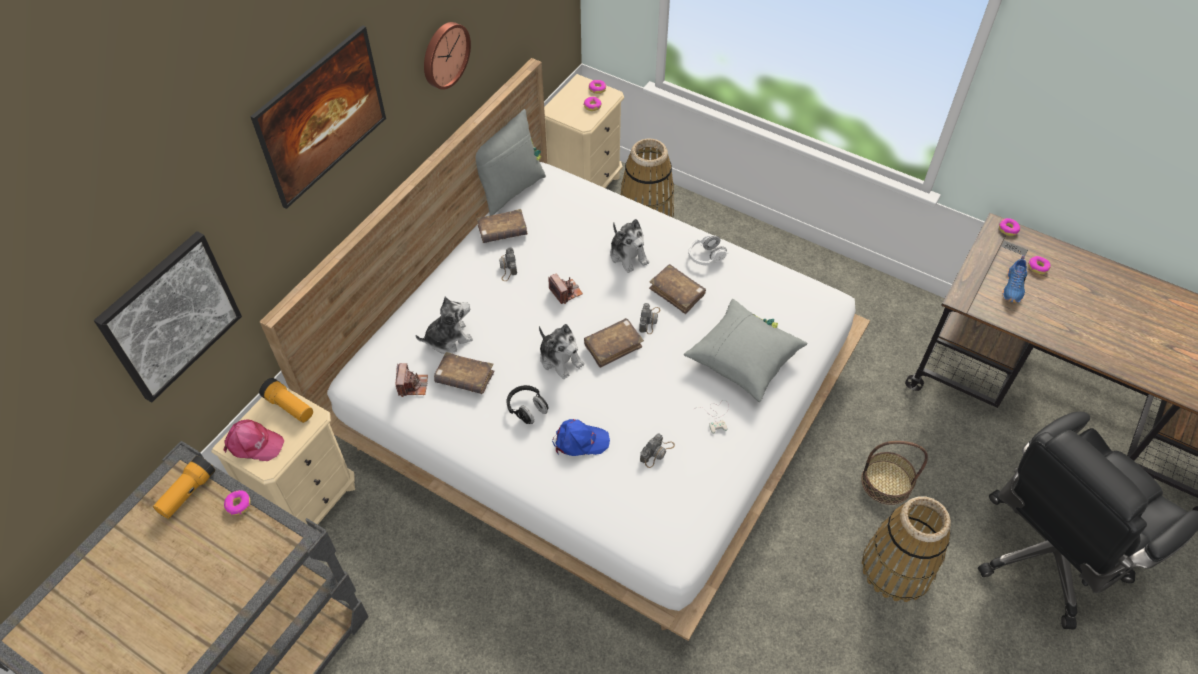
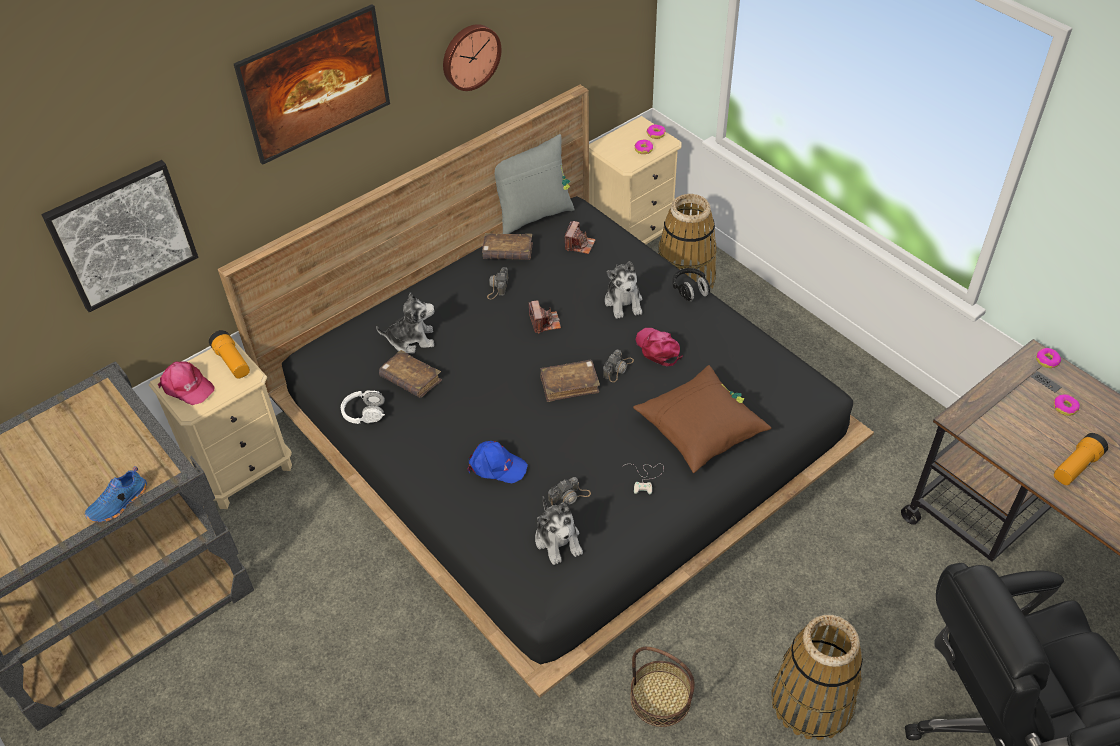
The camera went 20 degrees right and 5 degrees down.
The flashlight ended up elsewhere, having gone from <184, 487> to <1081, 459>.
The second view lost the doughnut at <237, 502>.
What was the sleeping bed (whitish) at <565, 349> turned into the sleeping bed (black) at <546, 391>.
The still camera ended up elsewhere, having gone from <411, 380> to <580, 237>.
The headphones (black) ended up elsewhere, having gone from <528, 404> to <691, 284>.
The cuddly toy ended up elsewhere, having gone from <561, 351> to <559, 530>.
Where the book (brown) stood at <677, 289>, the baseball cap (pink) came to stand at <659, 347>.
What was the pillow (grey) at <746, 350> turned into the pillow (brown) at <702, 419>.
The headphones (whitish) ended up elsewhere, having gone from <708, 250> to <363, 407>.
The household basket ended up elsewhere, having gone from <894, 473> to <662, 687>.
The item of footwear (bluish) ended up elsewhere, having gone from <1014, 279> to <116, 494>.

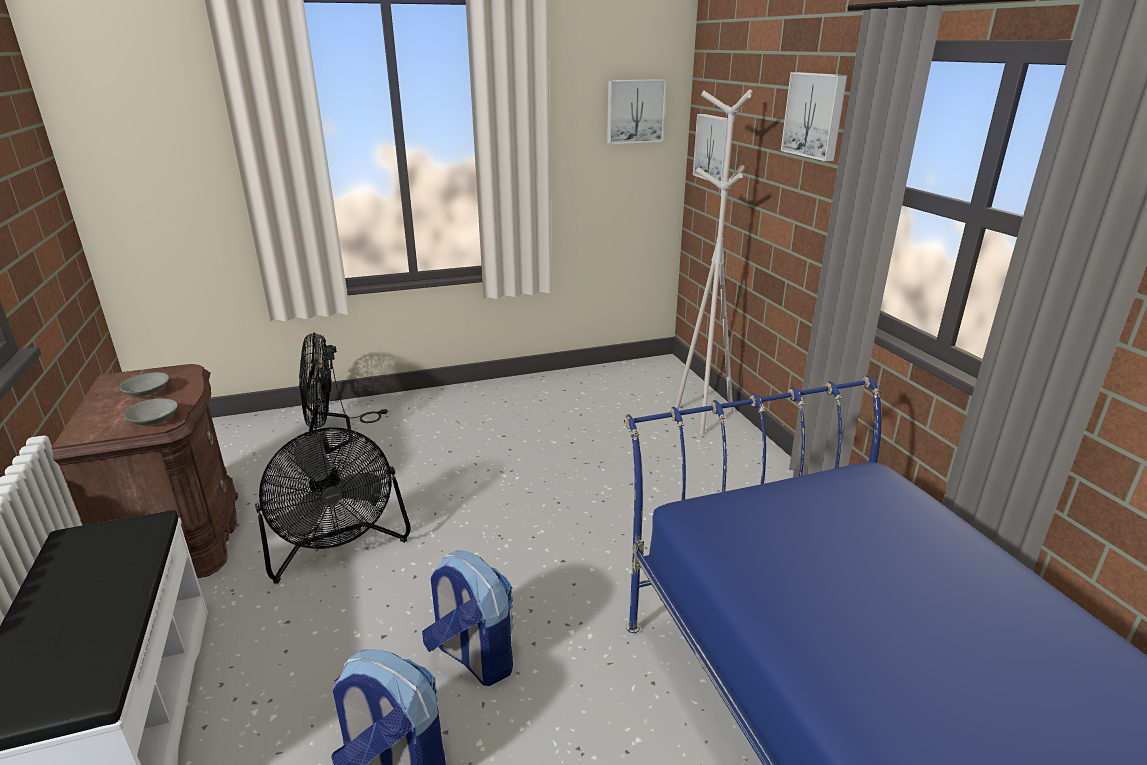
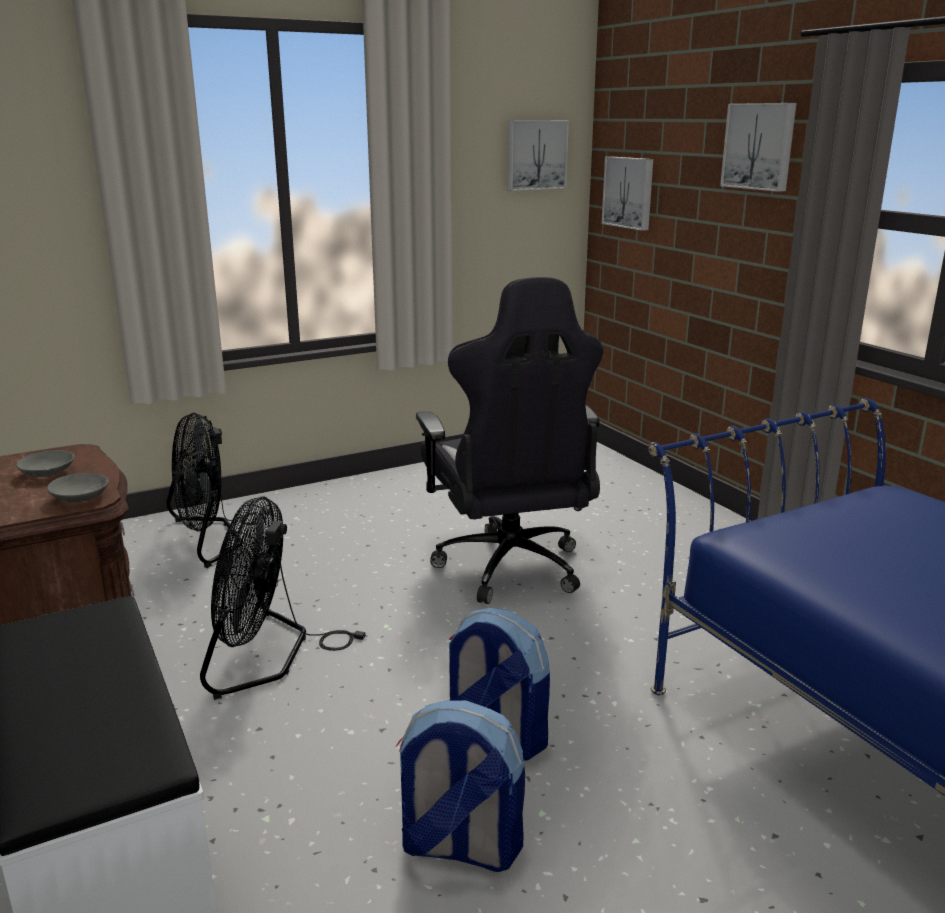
The camera went 10 degrees left and 5 degrees down.
The fan (black) at <333, 505> ended up facing another way, 135 degrees clockwise from before.
The second view lost the garment rack (grey) at <714, 262>.
The second view gained the office chair (black) at <509, 440>.

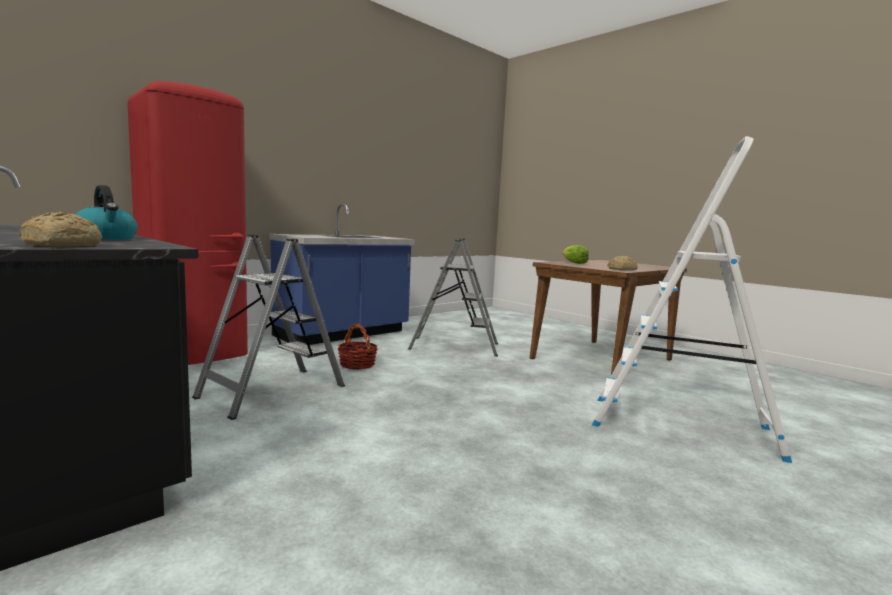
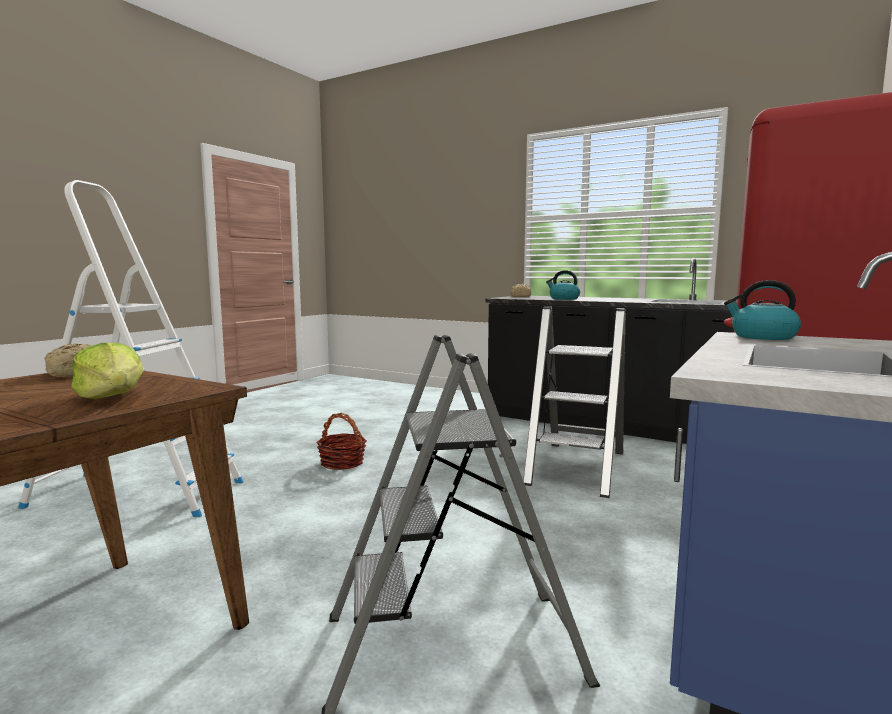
The camera went 165 degrees right and 0 degrees up.
The household basket ended up elsewhere, having gone from <358, 347> to <341, 441>.
The second view gained the tea kettle at <762, 310>.

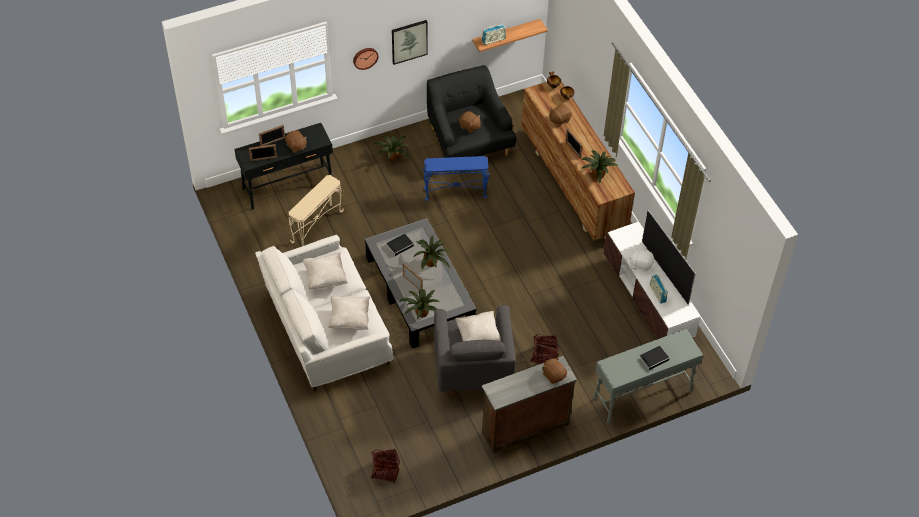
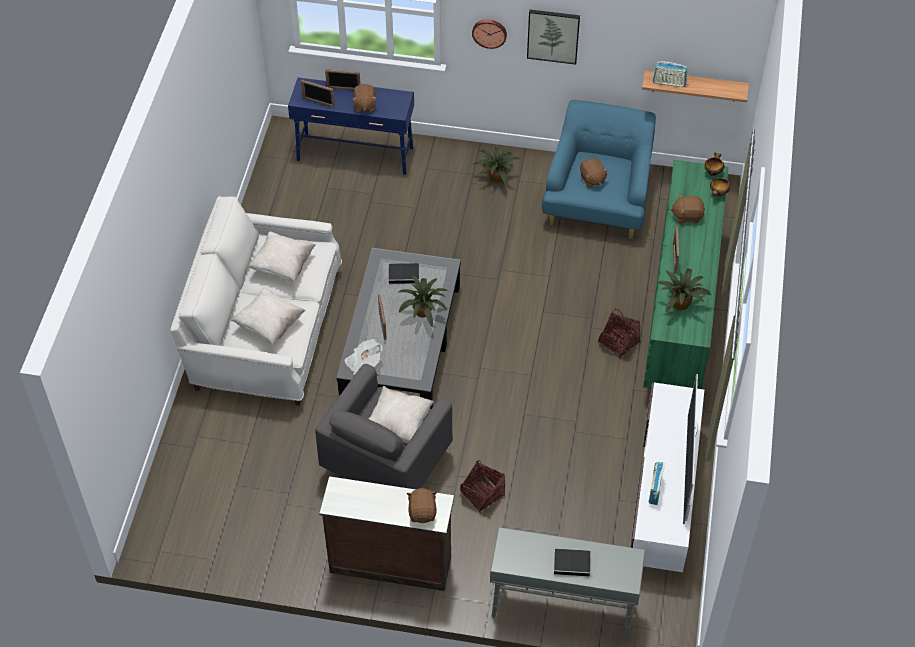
The camera went 35 degrees right and 0 degrees up.
What was the console table (black) at <283, 166> turned into the console table (bluish) at <351, 126>.
The second view lost the accent table (beige) at <316, 210>.
The household basket ended up elsewhere, having gone from <385, 466> to <619, 334>.
Where the houseplant stood at <419, 304>, the printed paper came to stand at <363, 357>.
The second view lost the accent table (bluish) at <456, 178>.
What was the armchair (black) at <471, 111> turned into the armchair (bluish) at <599, 169>.
What was the storage cabinet (brown) at <578, 161> turned into the storage cabinet (green-coloured) at <686, 274>.
The second view lost the cuddly toy (whitish) at <641, 260>.

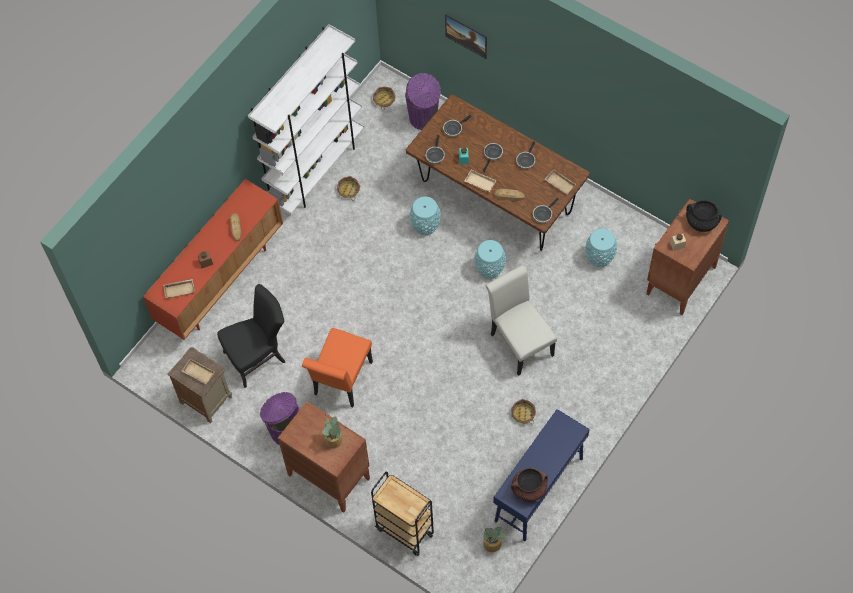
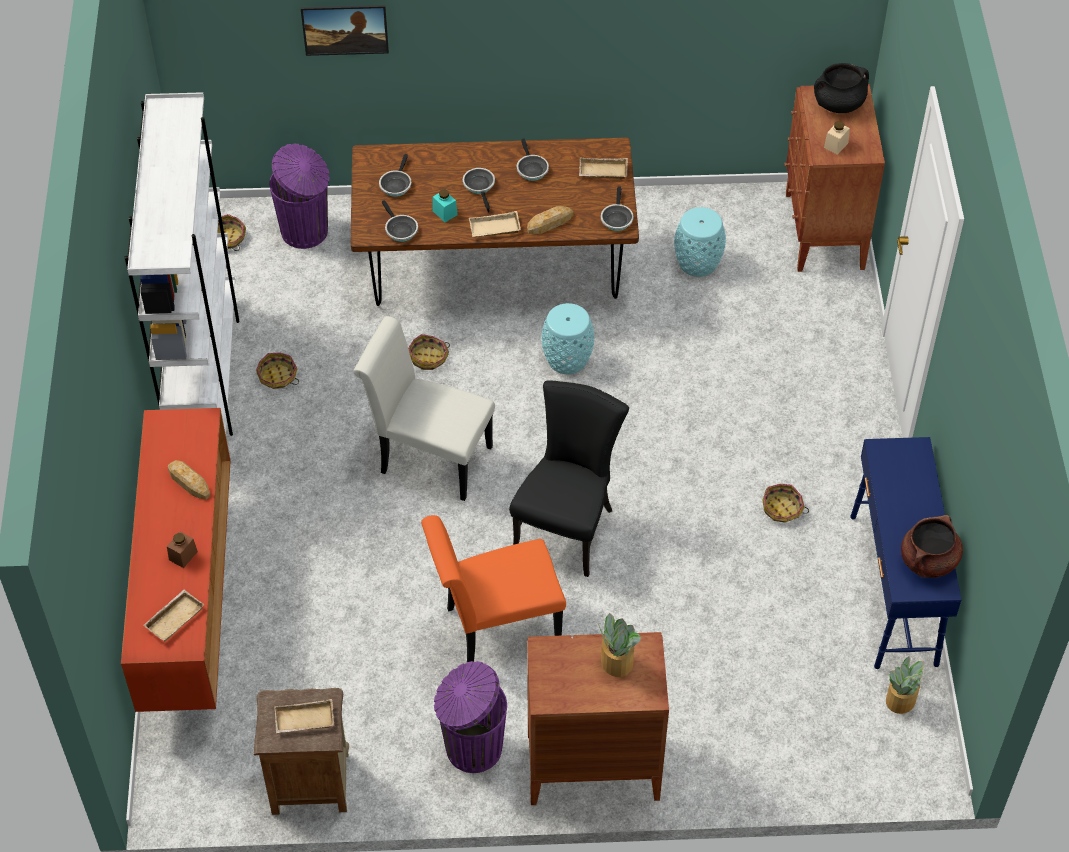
The camera went 40 degrees left and 10 degrees down.
The upright chair (black) ended up elsewhere, having gone from <251, 336> to <569, 478>.
The upright chair (orangey) at <337, 367> ended up facing another way, 90 degrees clockwise from before.
The second view lost the trolley (brown) at <402, 513>.
Where the stool (blue-green) stood at <425, 215>, the household basket came to stand at <429, 352>.
The upright chair (whitish) ended up elsewhere, having gone from <521, 320> to <424, 408>.

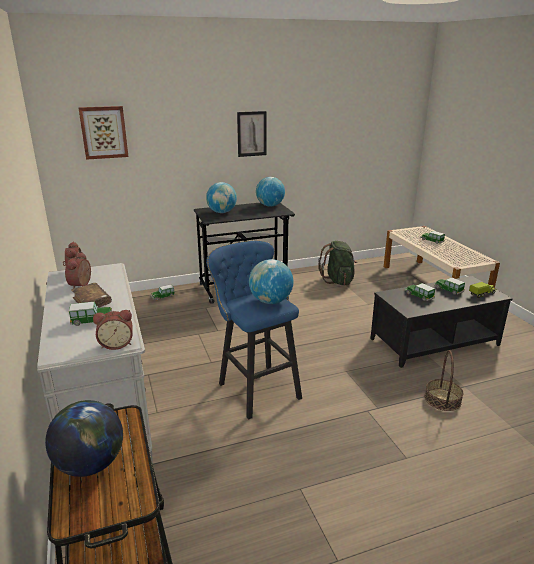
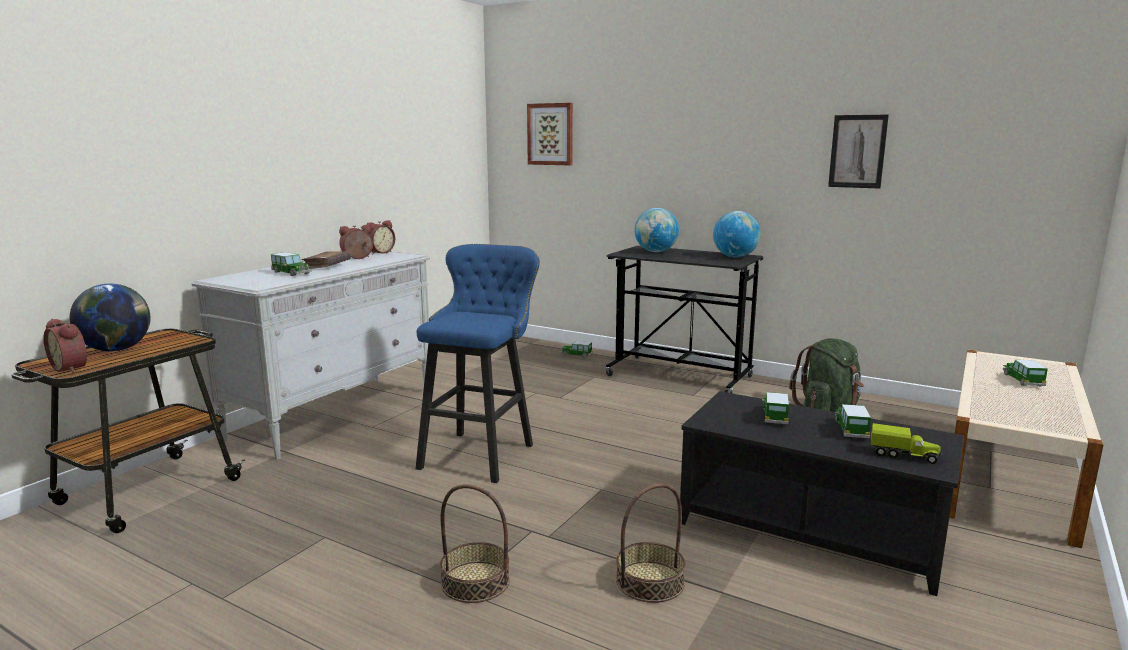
The camera went 50 degrees right and 10 degrees down.
The alarm clock ended up elsewhere, having gone from <113, 330> to <65, 346>.
The wall picture ended up elsewhere, having gone from <252, 134> to <858, 152>.
The second view lost the desk globe at <271, 281>.
The second view gained the household basket at <475, 543>.

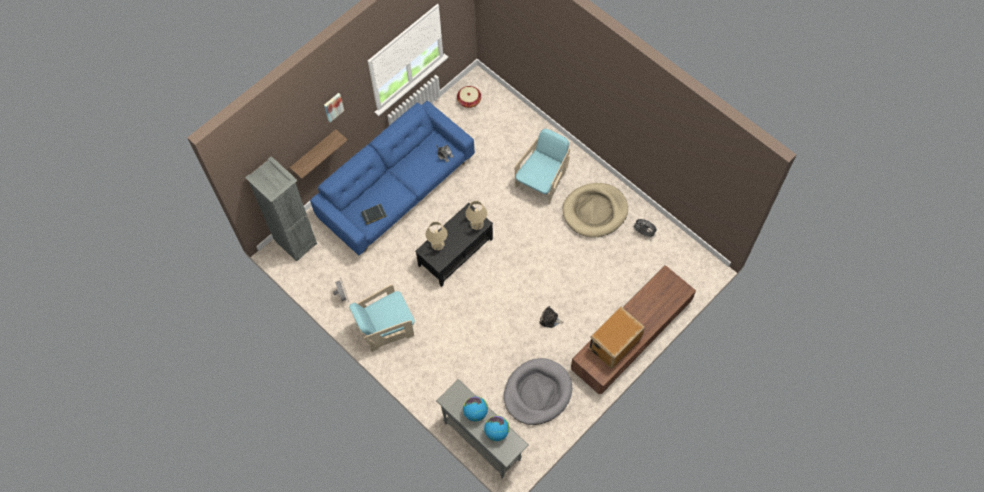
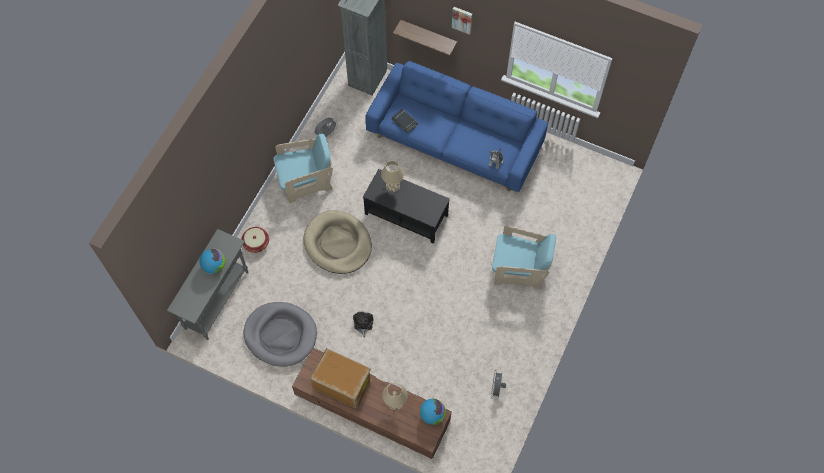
The camera went 70 degrees right and 0 degrees up.
The armchair (blue-green) at <382, 318> ended up facing another way, 120 degrees clockwise from before.
The household basket ended up elsewhere, having gone from <469, 97> to <255, 240>.
The tabletop lamp (beige) ended up elsewhere, having gone from <476, 215> to <395, 396>.
The desk globe ended up elsewhere, having gone from <497, 428> to <433, 411>.
The dog bed (beige) ended up elsewhere, having gone from <595, 210> to <337, 242>.

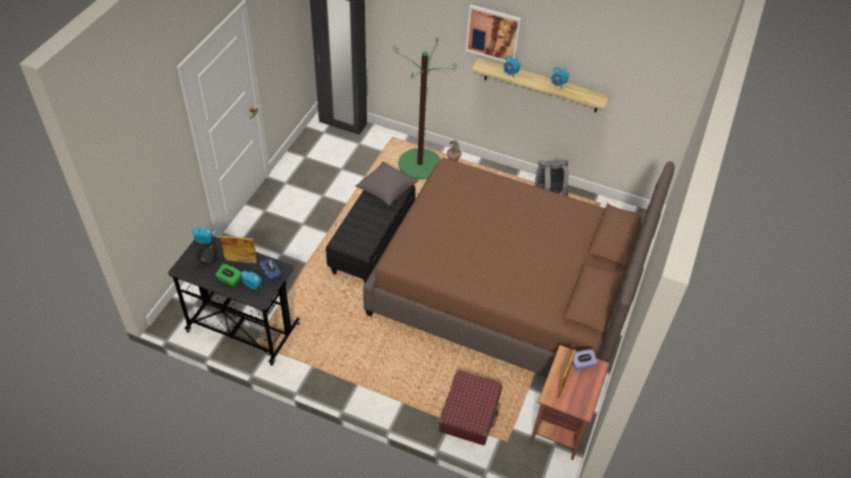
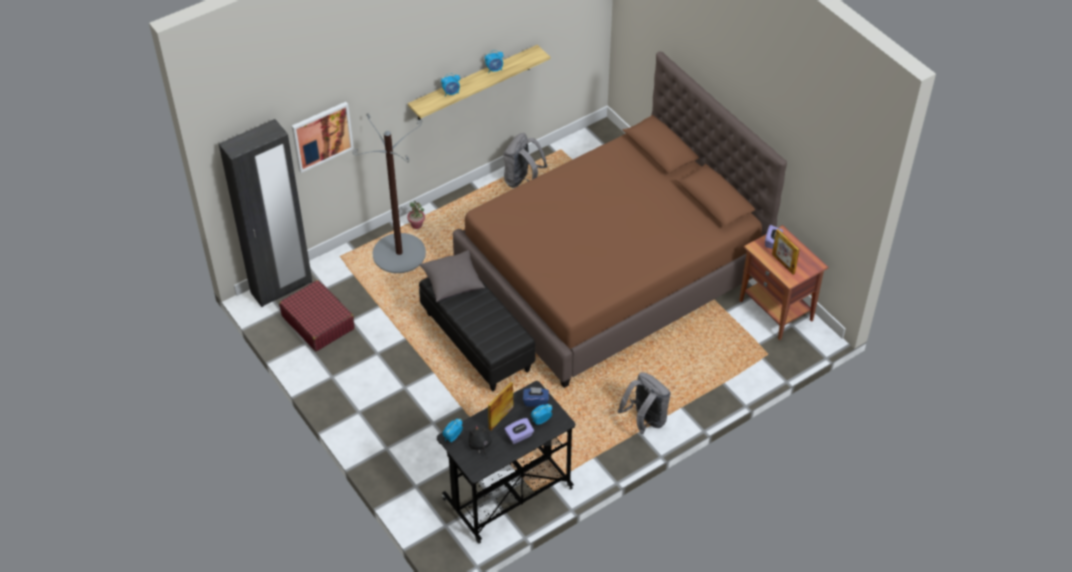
The camera went 55 degrees left and 0 degrees up.
What was the box of tissues (green-coloured) at <228, 275> turned into the box of tissues (purplish) at <519, 431>.
What was the garment rack (green-coloured) at <425, 108> turned into the garment rack (grey) at <389, 193>.
The piece of luggage (red) ended up elsewhere, having gone from <470, 407> to <316, 315>.
The wall picture ended up elsewhere, having gone from <493, 33> to <323, 137>.
The second view gained the knapsack (grey) at <644, 403>.

